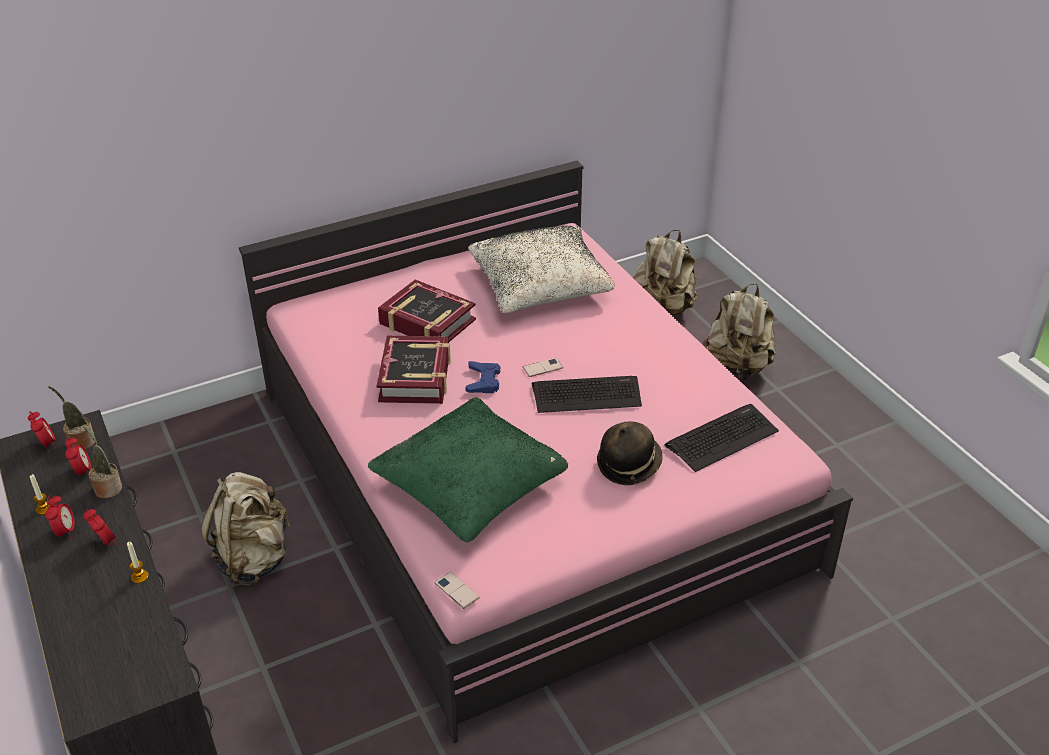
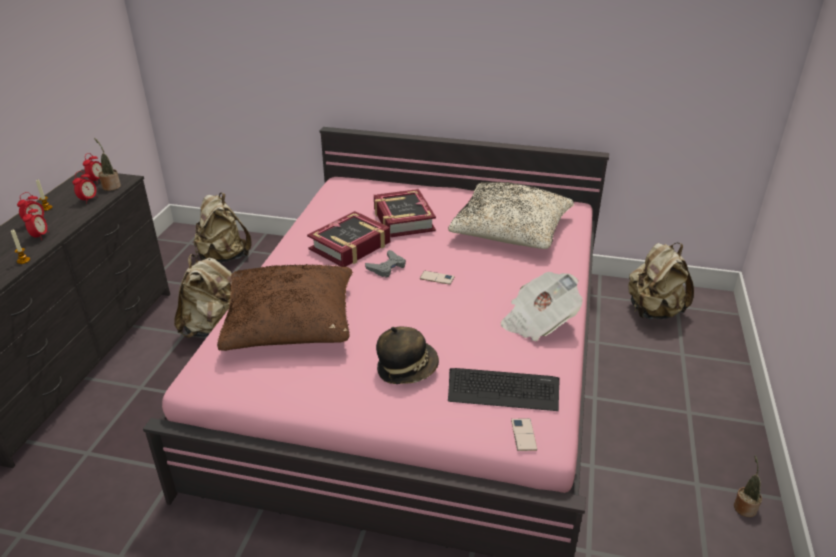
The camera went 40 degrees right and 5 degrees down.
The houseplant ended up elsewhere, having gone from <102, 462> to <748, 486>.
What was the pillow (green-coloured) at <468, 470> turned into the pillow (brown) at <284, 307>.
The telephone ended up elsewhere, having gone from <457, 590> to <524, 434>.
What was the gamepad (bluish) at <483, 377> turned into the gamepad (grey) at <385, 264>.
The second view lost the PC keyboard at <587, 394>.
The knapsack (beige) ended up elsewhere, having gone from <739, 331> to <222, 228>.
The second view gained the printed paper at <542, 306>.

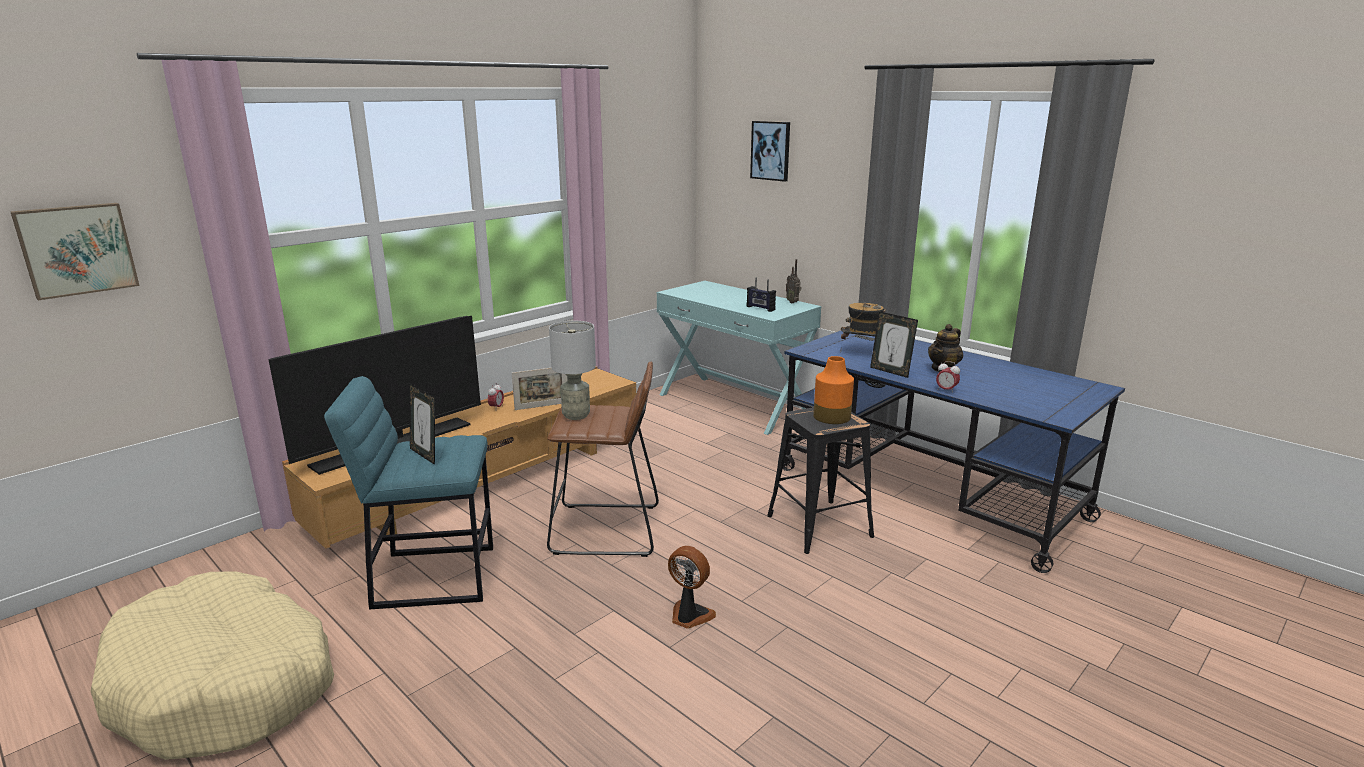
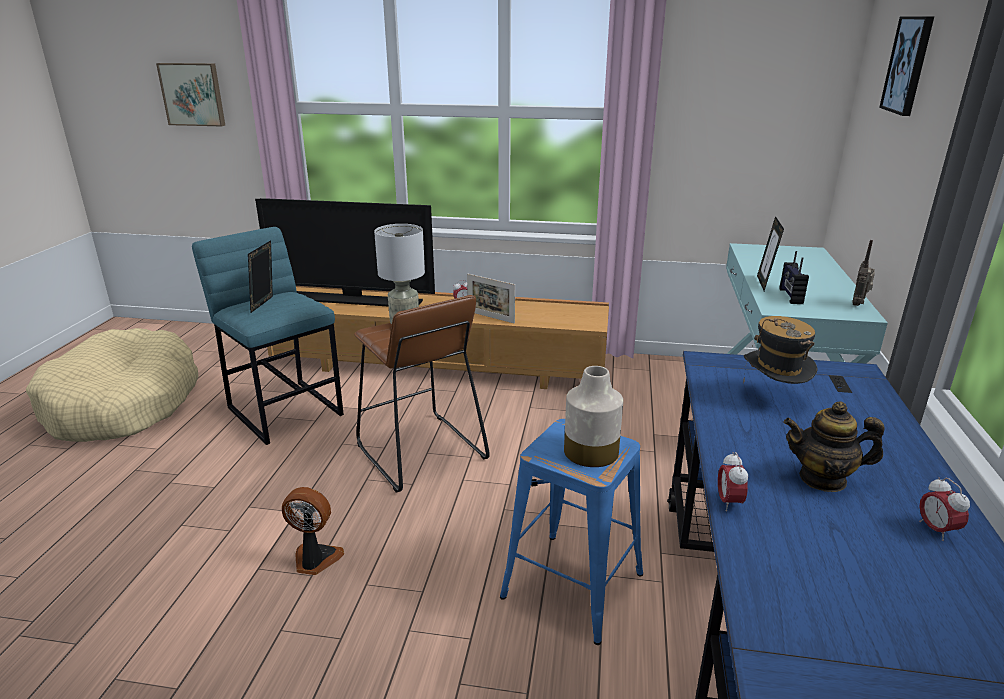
The camera went 55 degrees right and 5 degrees up.
The fan at <692, 587> ended up facing another way, 75 degrees counterclockwise from before.
What was the stool (black) at <820, 480> turned into the stool (bluish) at <571, 532>.
What was the flower vase (orangey) at <833, 390> turned into the flower vase (beige) at <593, 416>.
The picture frame ended up elsewhere, having gone from <894, 344> to <770, 253>.
The second view gained the alarm clock at <944, 509>.

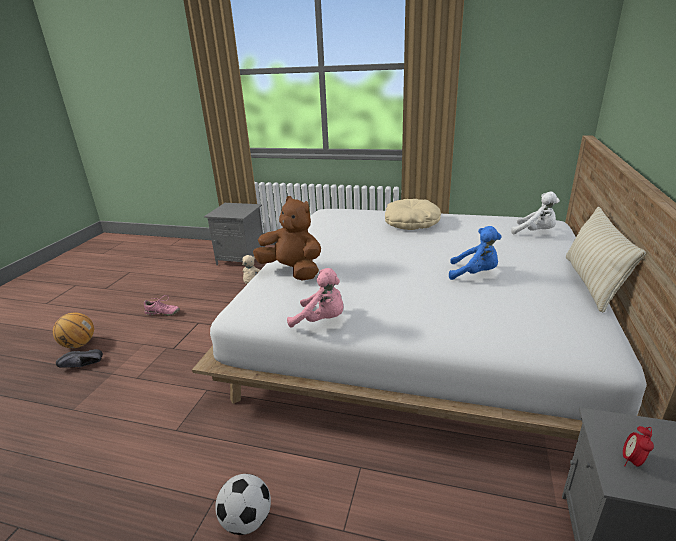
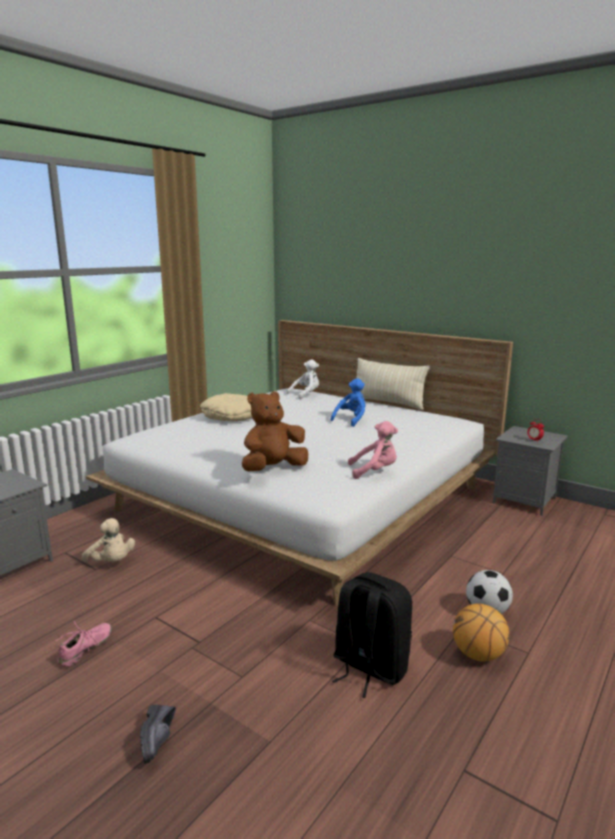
The camera went 70 degrees left and 10 degrees down.
The ball for basketball ended up elsewhere, having gone from <73, 330> to <481, 633>.
The cuddly toy (pink) at <315, 297> ended up facing another way, 45 degrees clockwise from before.
The second view gained the knapsack (black) at <372, 635>.

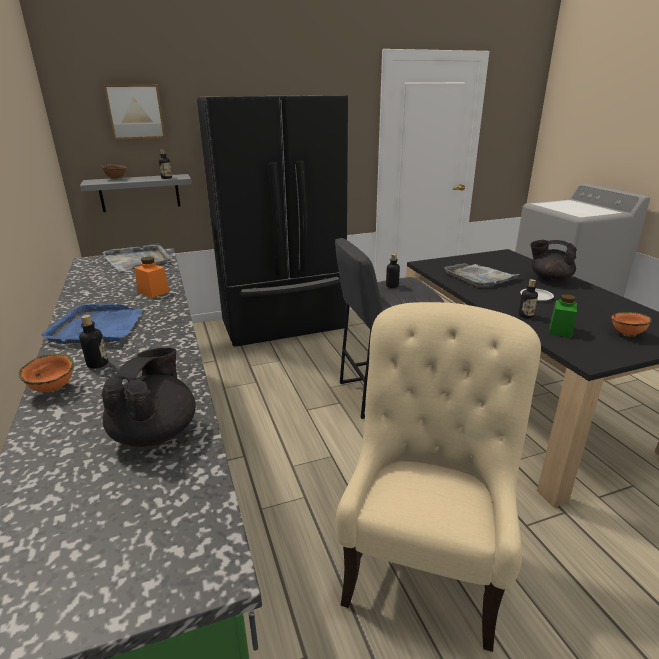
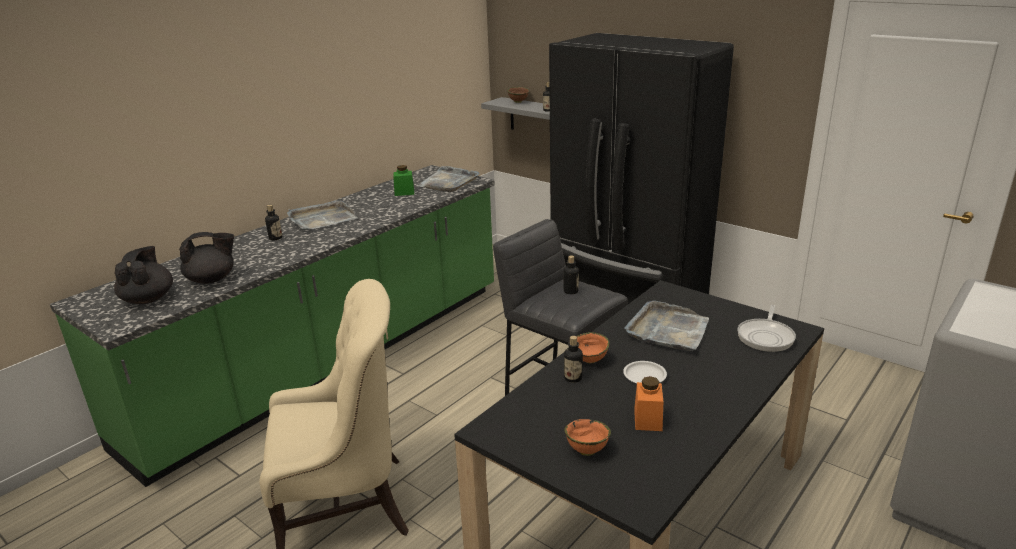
The camera went 60 degrees right and 0 degrees up.
The serving bowl (orangey) ended up elsewhere, having gone from <46, 373> to <593, 348>.
What was the serving tray (bluish) at <92, 324> turned into the serving tray (grey) at <322, 215>.
The second view lost the wall picture at <134, 112>.
The jar (orangey) ended up elsewhere, having gone from <151, 277> to <648, 403>.
The tea pot (black) ended up elsewhere, having gone from <553, 261> to <143, 275>.
The jar (green-coloured) ended up elsewhere, having gone from <563, 316> to <403, 180>.
The second view gained the pan at <766, 328>.

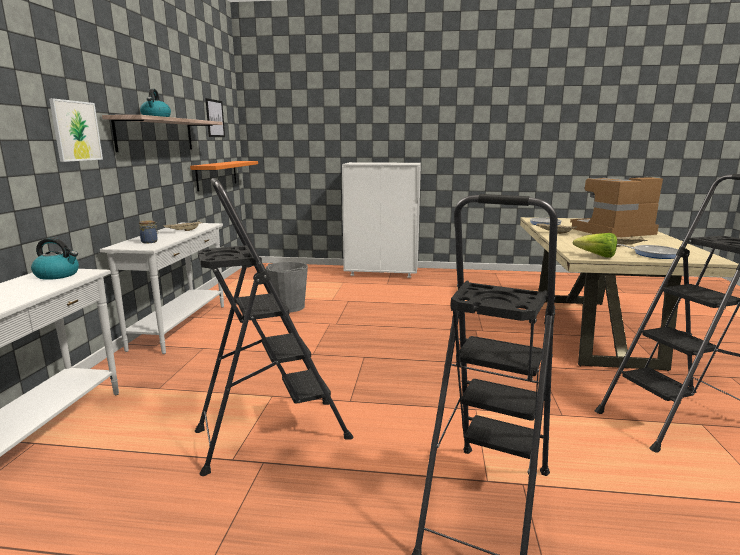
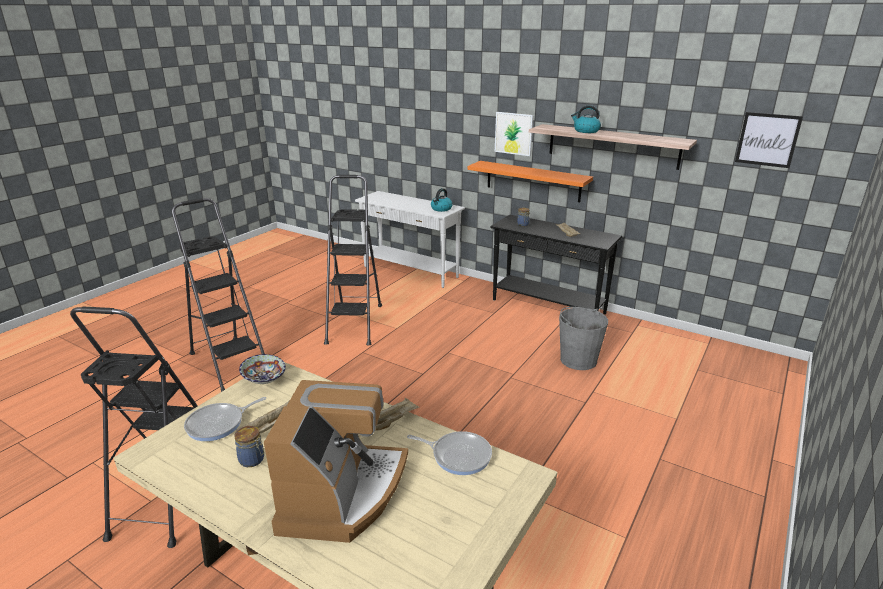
The camera went 115 degrees right and 10 degrees up.
What was the console table (whitish) at <162, 288> turned into the console table (black) at <556, 265>.
The bracket shelf (orangey) ended up elsewhere, having gone from <224, 176> to <530, 181>.
The second view lost the storage cabinet (whitish) at <381, 220>.
Where the lettuce head stood at <595, 245>, the serving bowl came to stand at <262, 369>.
The second view gained the jar at <249, 446>.

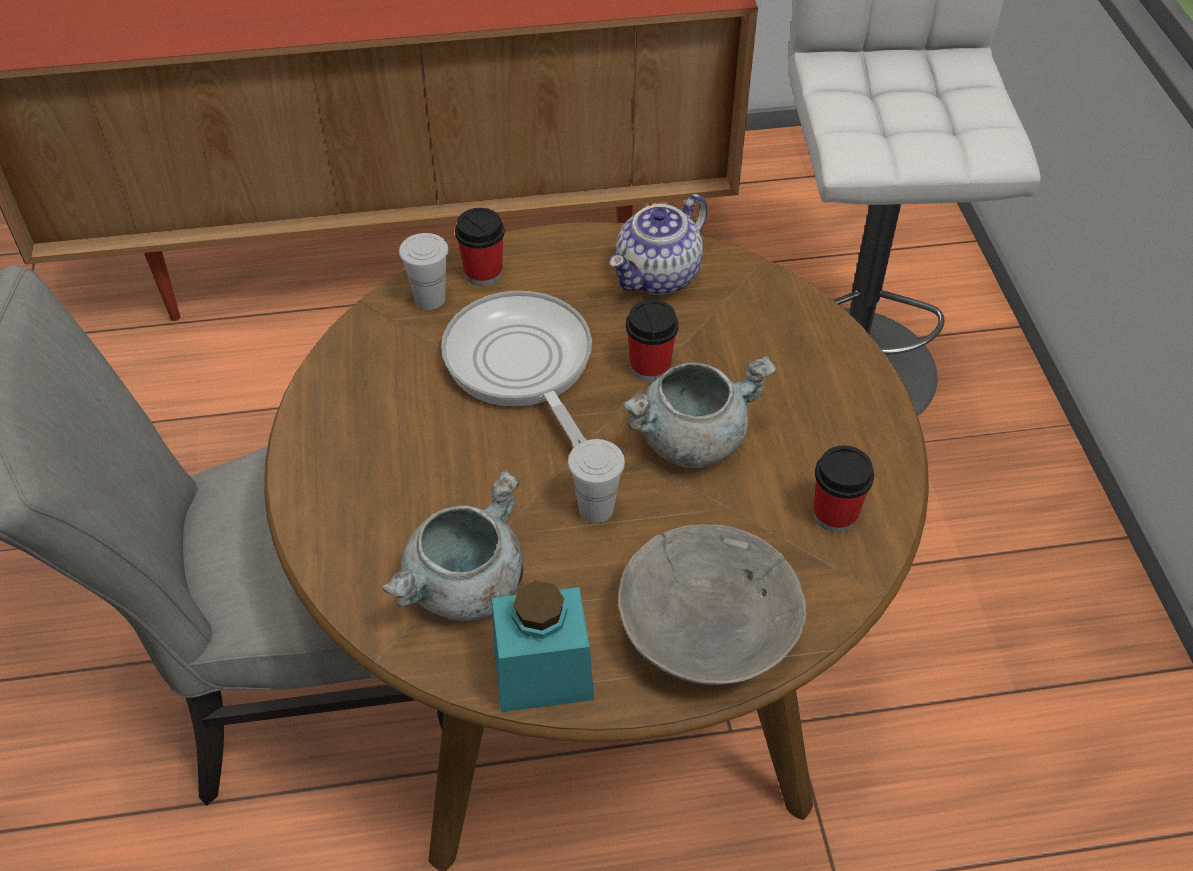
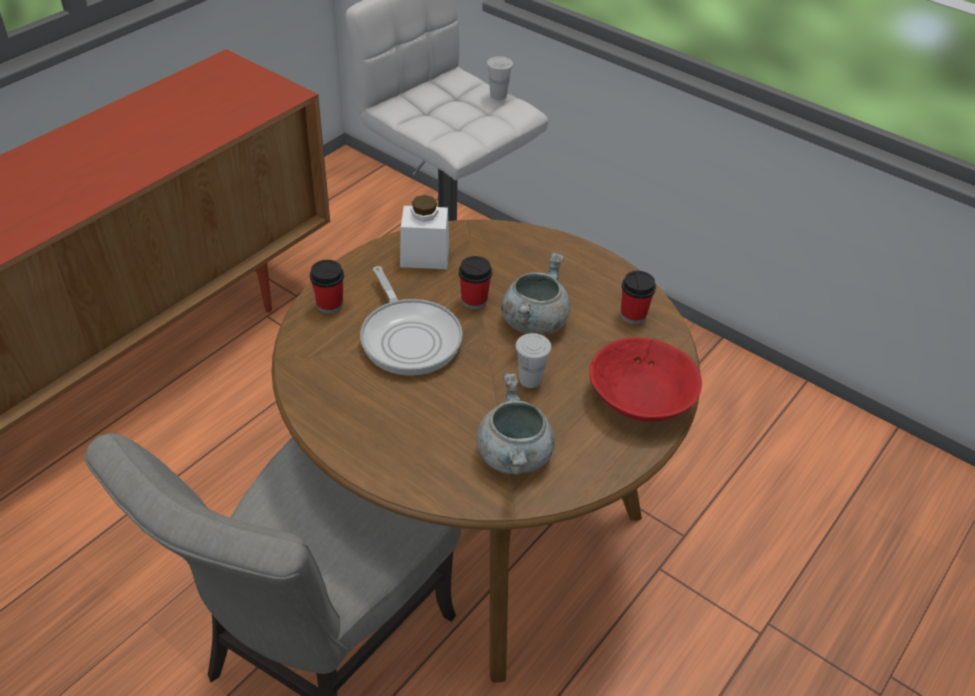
The camera went 45 degrees left and 5 degrees down.
The small cup (whitish) ended up elsewhere, having gone from <424, 271> to <500, 78>.
The pan at <516, 369> ended up facing another way, 135 degrees counterclockwise from before.
The second view lost the jar (blue-green) at <543, 646>.
Where the tea pot stood at <658, 244>, the jar (whitish) came to stand at <424, 232>.
What was the serving bowl (grey) at <712, 604> turned into the serving bowl (red) at <645, 379>.

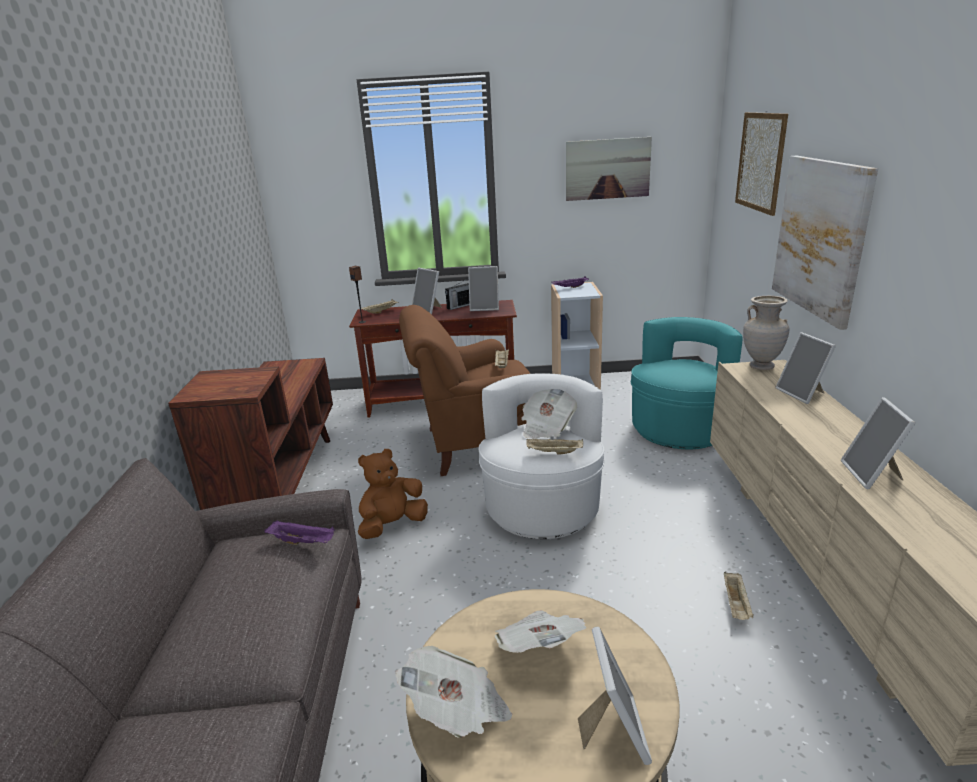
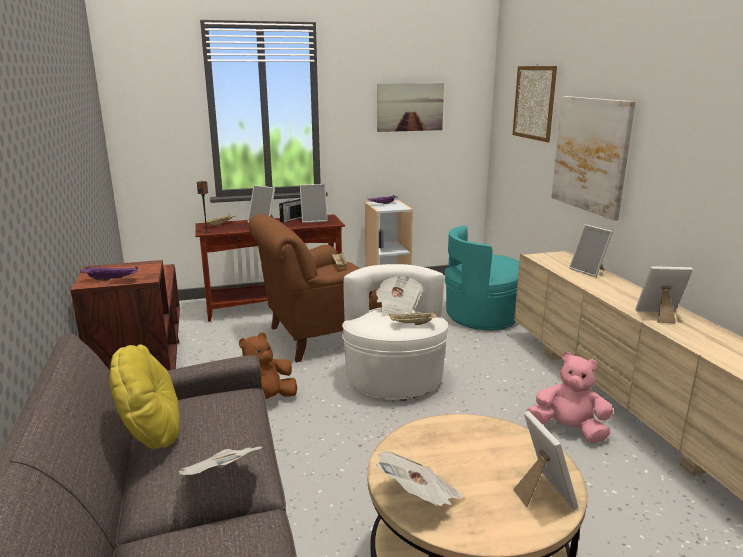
The camera went 15 degrees left and 5 degrees down.
The serving tray (purplish) ended up elsewhere, having gone from <300, 532> to <109, 273>.
The printed paper ended up elsewhere, having gone from <541, 631> to <220, 460>.
The armchair (blue-green) at <687, 383> ended up facing another way, 120 degrees counterclockwise from before.
Where the serving tray (beige) stood at <739, 595>, the cuddly toy (pink) came to stand at <570, 397>.
The second view lost the flower vase (beige) at <766, 333>.
The picture frame at <878, 443> ended up facing another way, 105 degrees clockwise from before.
The second view gained the pillow (yellow-coloured) at <144, 396>.

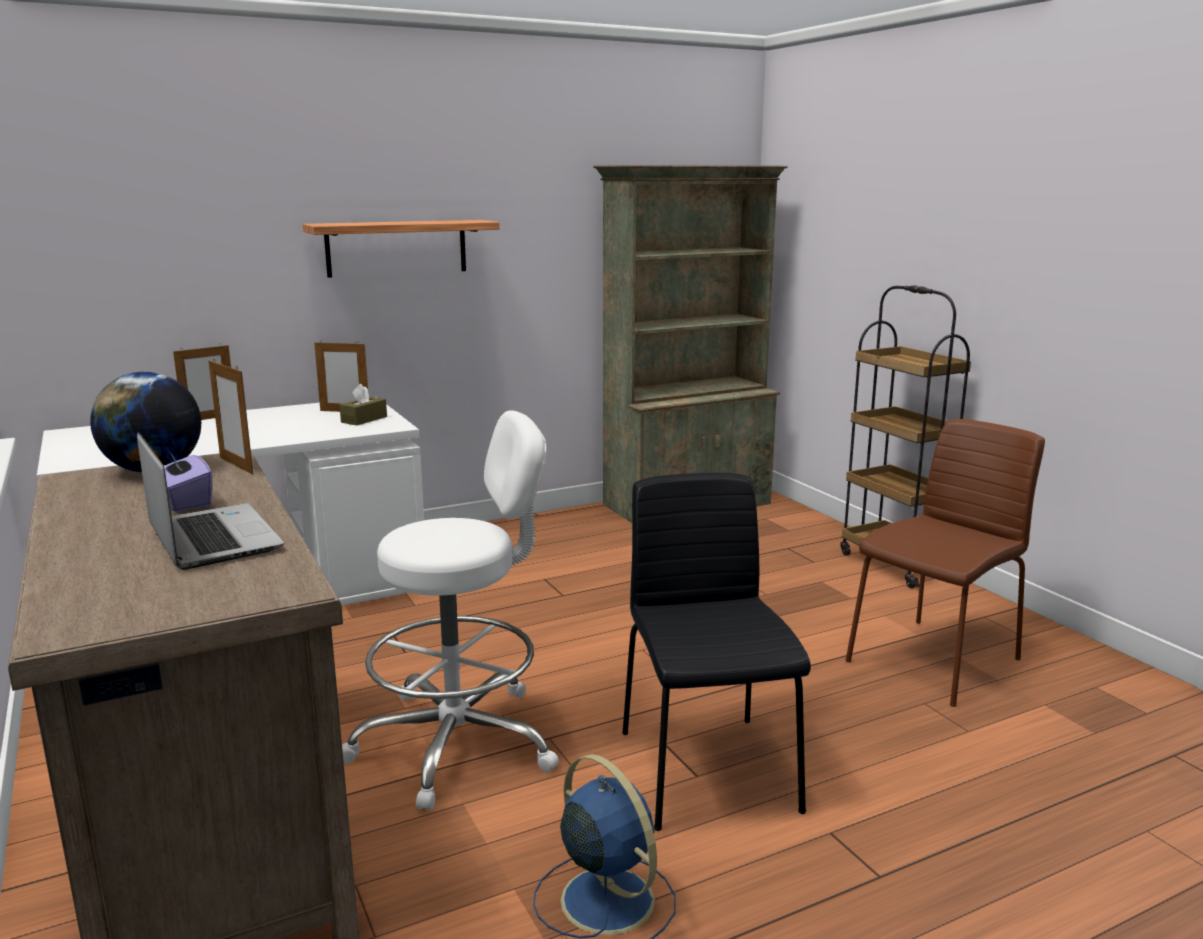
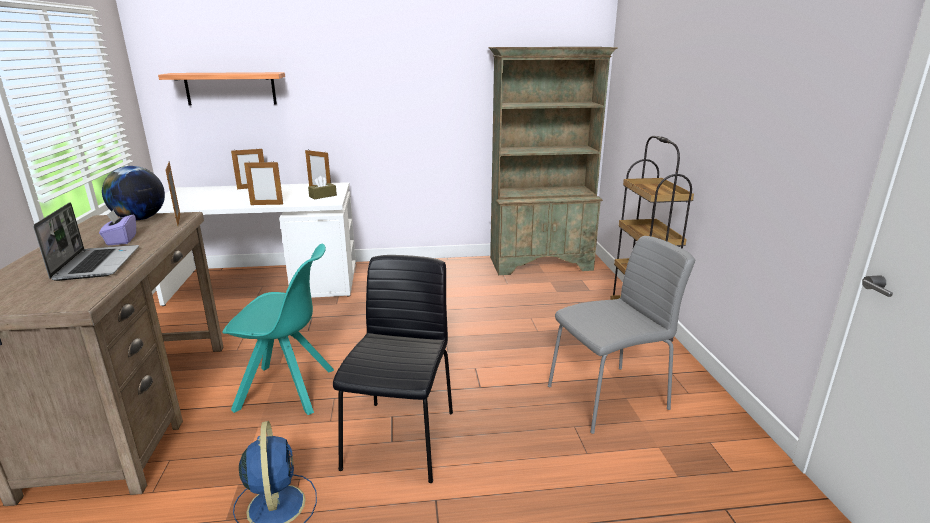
The camera went 20 degrees right and 5 degrees up.
The bracket shelf ended up elsewhere, having gone from <401, 249> to <221, 89>.
Where the stool (whitish) stood at <450, 611>, the upright chair (blue-green) came to stand at <278, 329>.
What was the upright chair (brown) at <945, 563> turned into the upright chair (grey) at <621, 335>.
The second view gained the picture frame at <263, 183>.

